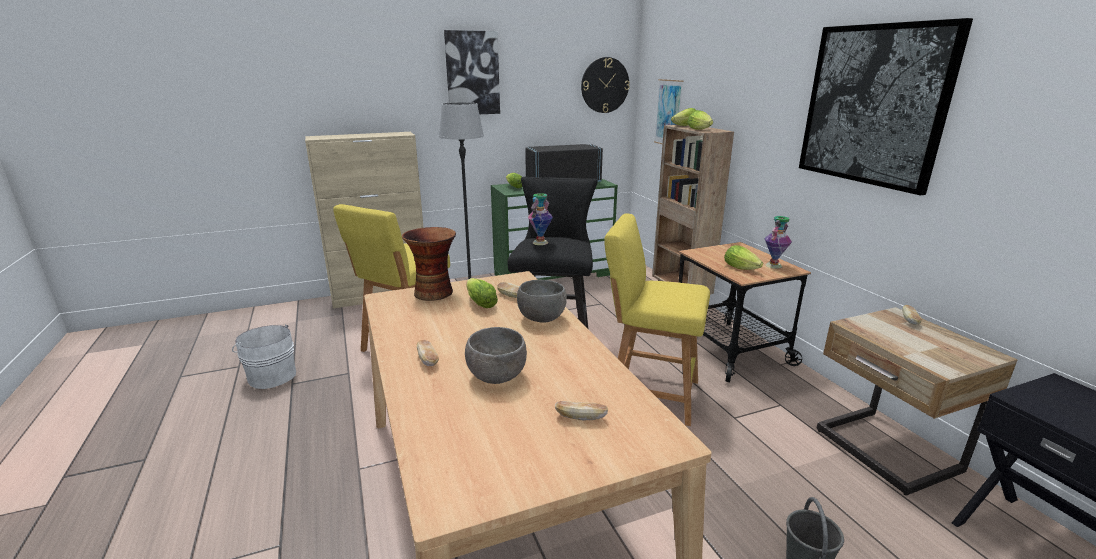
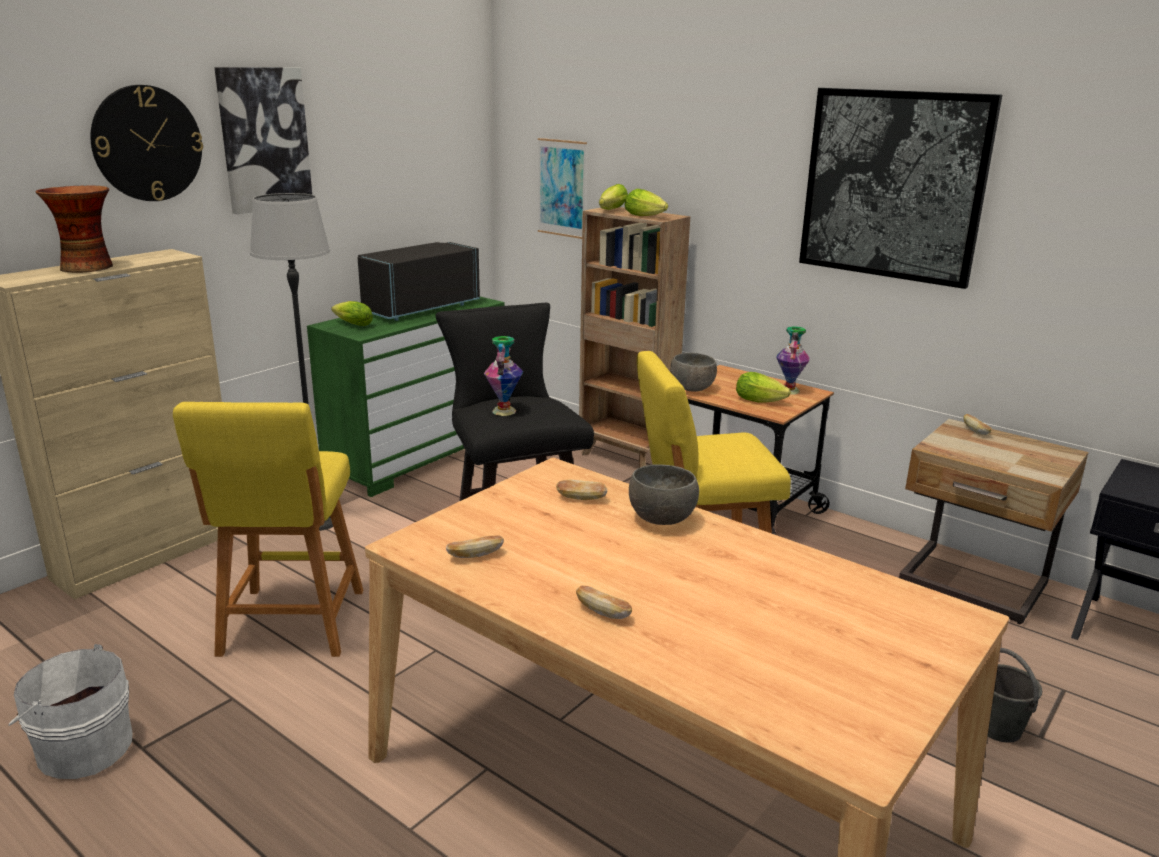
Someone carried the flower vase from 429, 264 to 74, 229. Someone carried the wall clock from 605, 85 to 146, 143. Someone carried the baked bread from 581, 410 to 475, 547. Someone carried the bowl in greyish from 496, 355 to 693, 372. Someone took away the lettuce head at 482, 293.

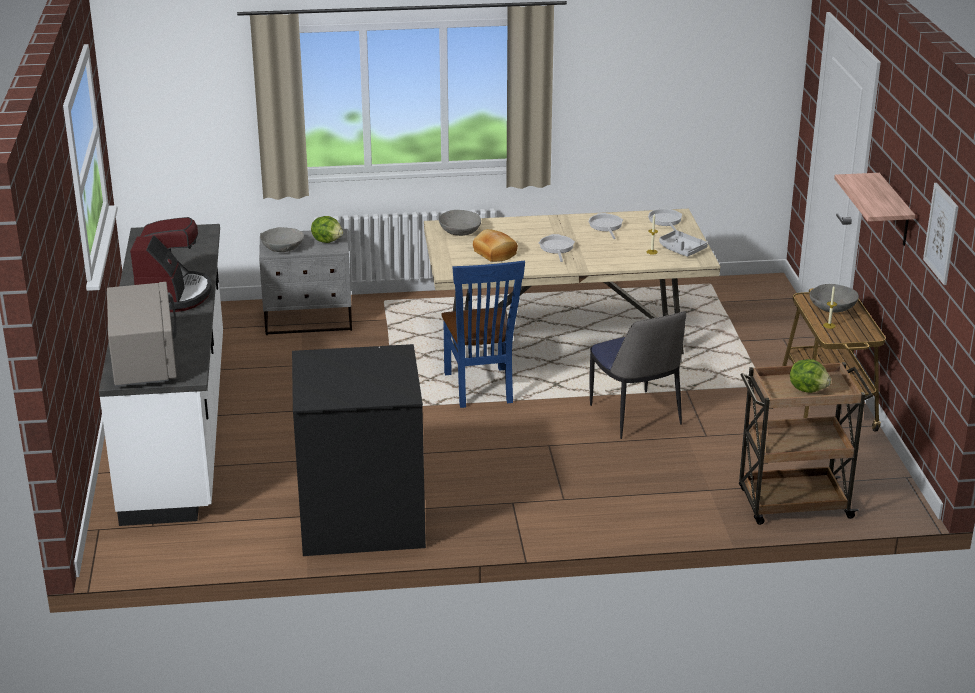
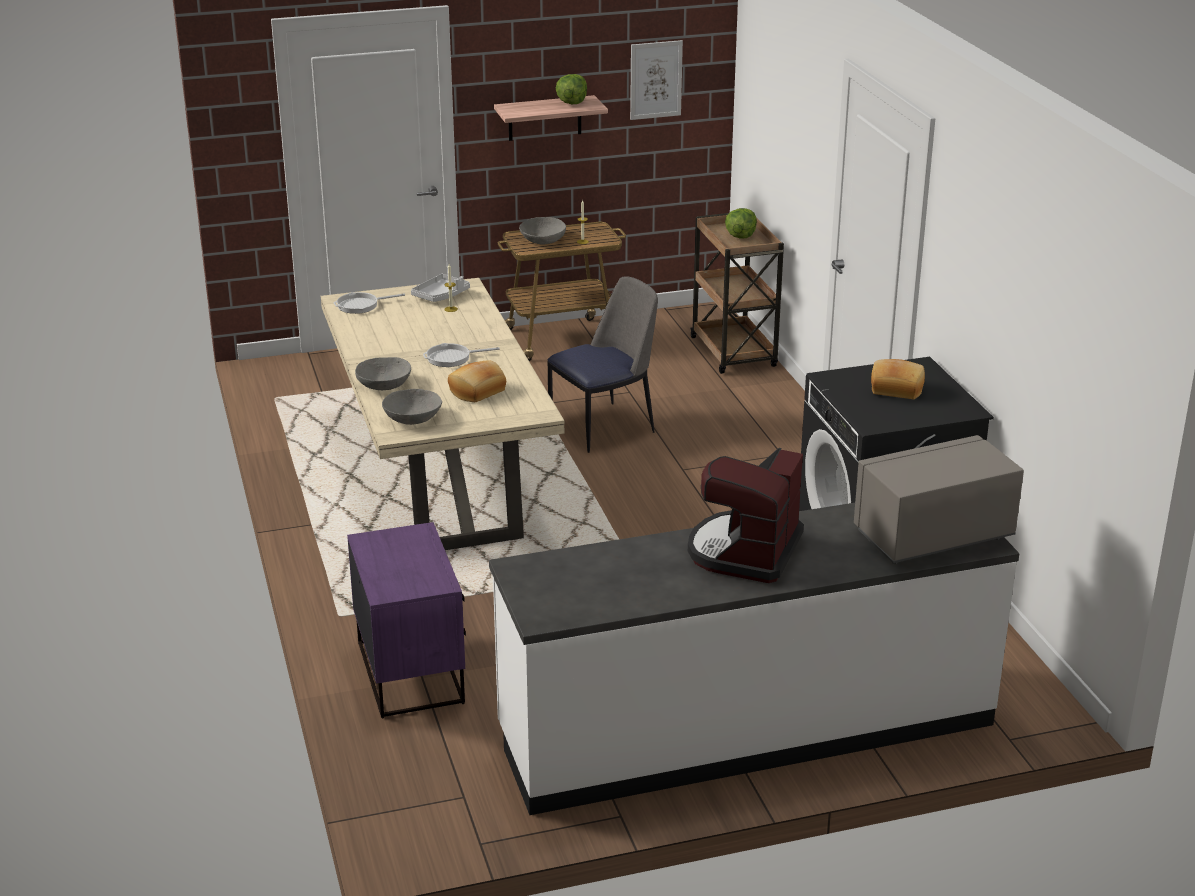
Someone repainted the night table in greyish at 305, 282, which became the night table in purplish at 406, 620. Someone carried the bowl in greyish from 282, 239 to 383, 373. Someone carried the lettuce head from 327, 229 to 571, 89. Someone rotated the coffee maker at 171, 264 by 60 degrees counterclockwise. Someone put down the baked bread at 898, 379. Someone took away the plain chair in bluish at 483, 334. Someone took away the skillet at 605, 226.

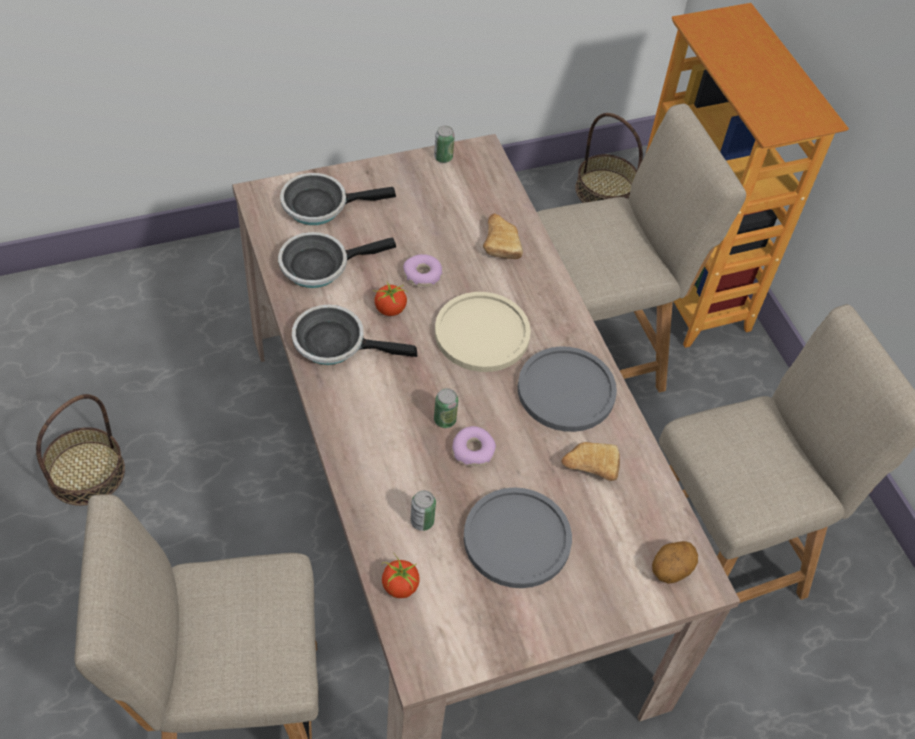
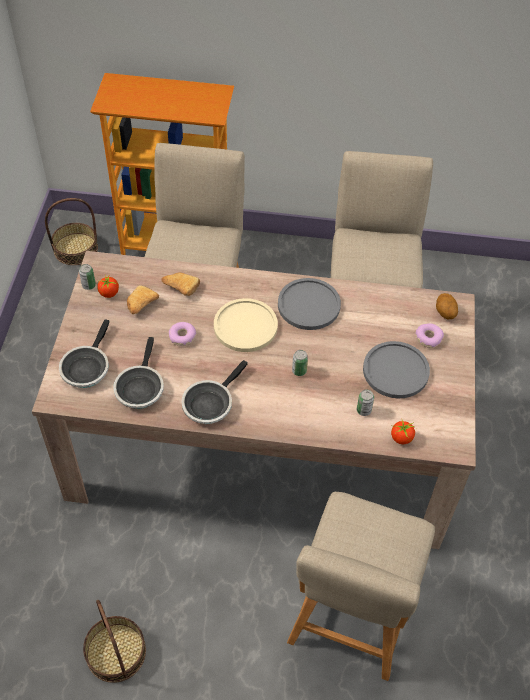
Someone carried the whole tomato from 389, 299 to 108, 286. Someone carried the baked bread from 590, 461 to 143, 299. Someone carried the ring doughnut from 474, 446 to 429, 335.

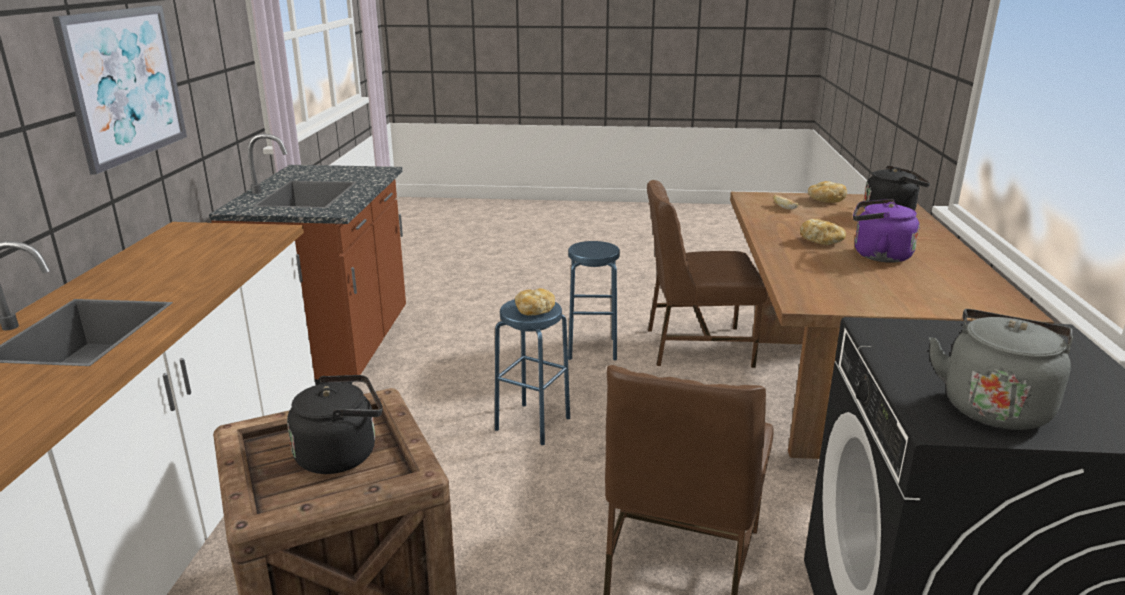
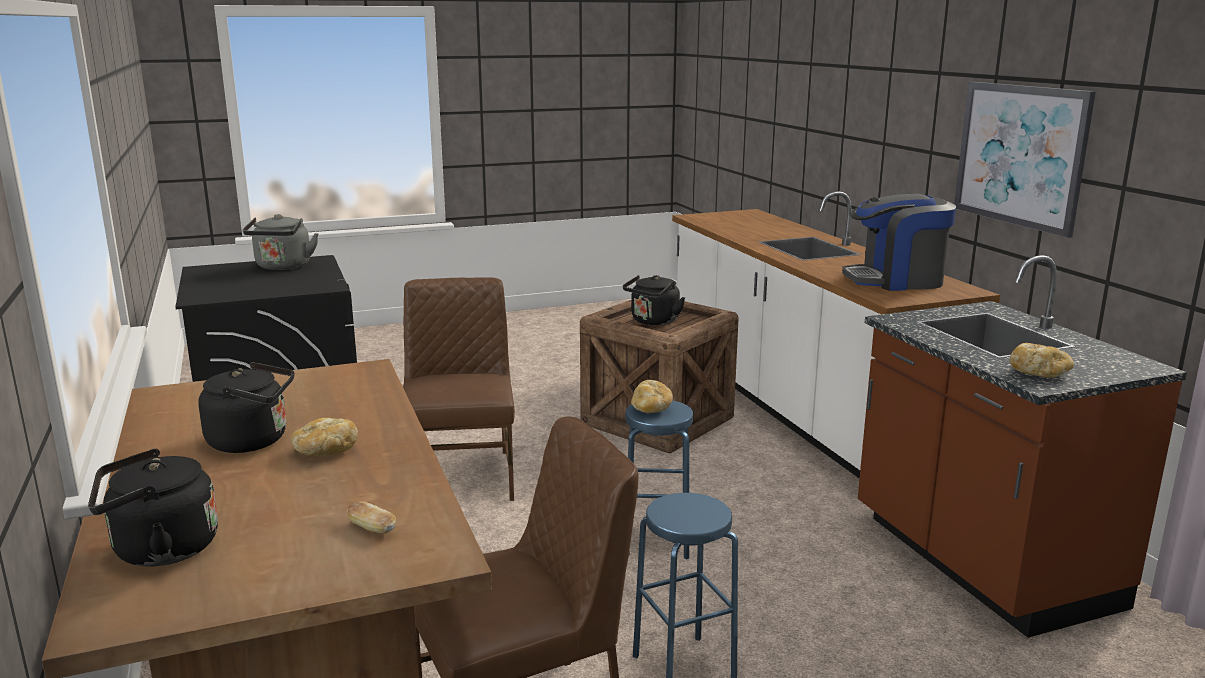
Someone repainted the tea kettle in purplish at 886, 231, which became the tea kettle in blackish at 246, 407. Someone put down the coffee maker at 899, 242. Someone carried the baked bread from 827, 192 to 1042, 360.

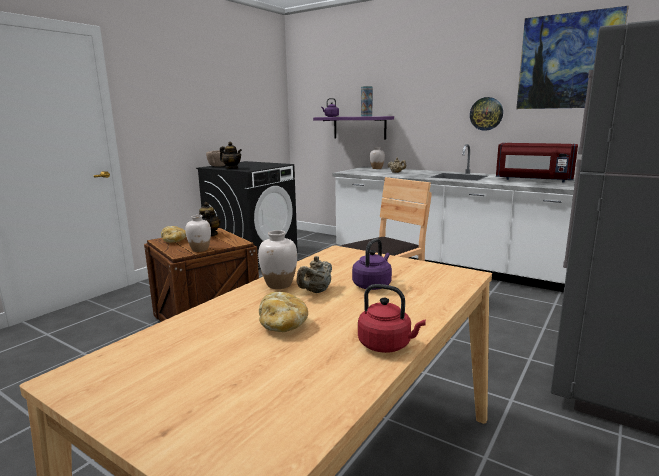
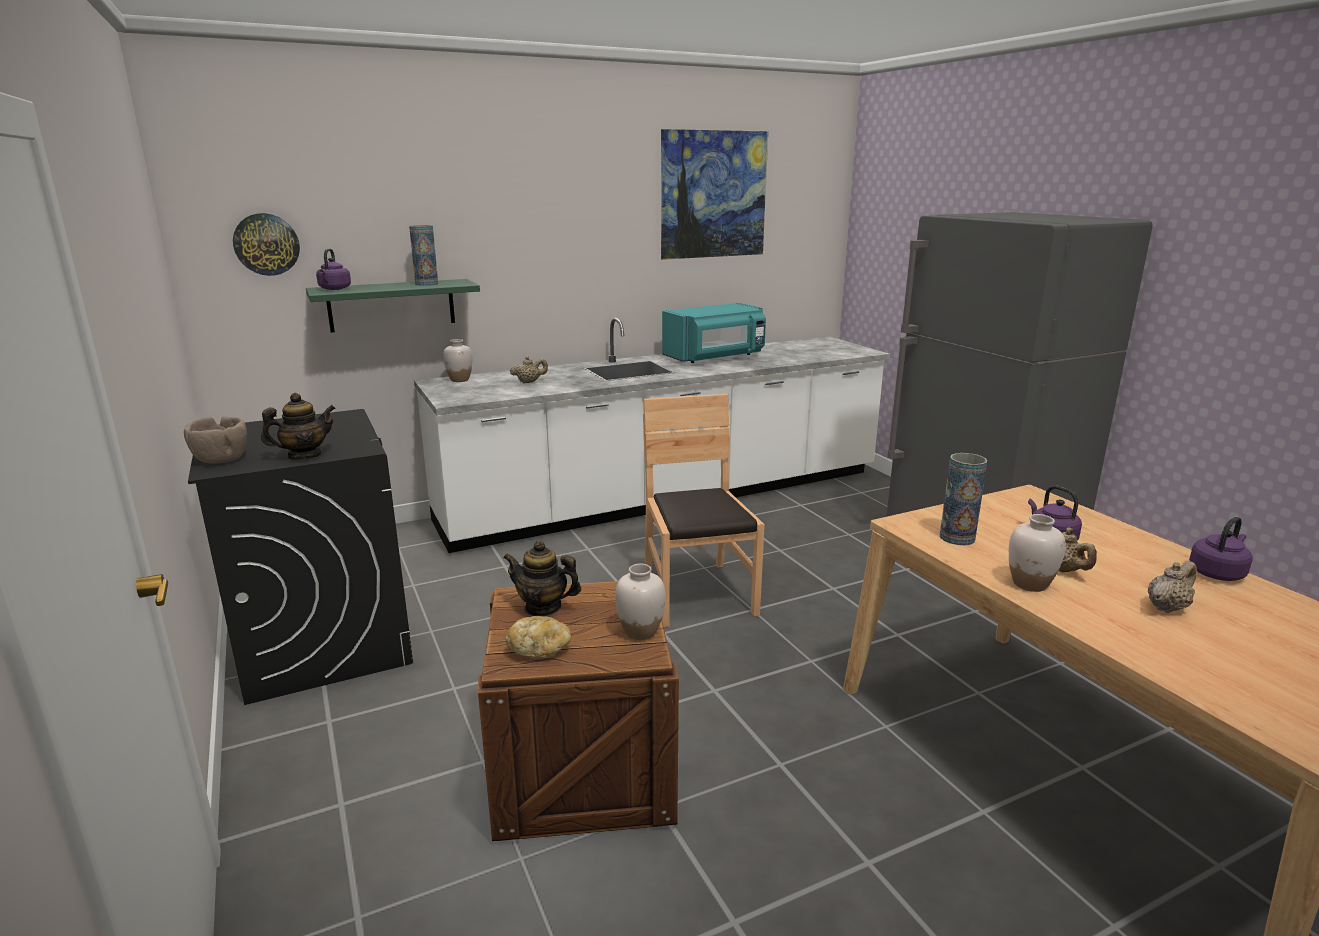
Someone carried the wall clock from 486, 114 to 266, 244. Someone repainted the shelf in purplish at 353, 127, which became the shelf in green at 393, 306. Someone repainted the microwave oven in red-coloured at 537, 162, which became the microwave oven in blue-green at 714, 333. Someone put down the flower vase at 964, 499. Someone swapped the baked bread at 283, 312 for the pot for tea in beige-coloured at 1172, 587. Someone repainted the tea kettle in red-coloured at 392, 318, which became the tea kettle in purplish at 1221, 549.

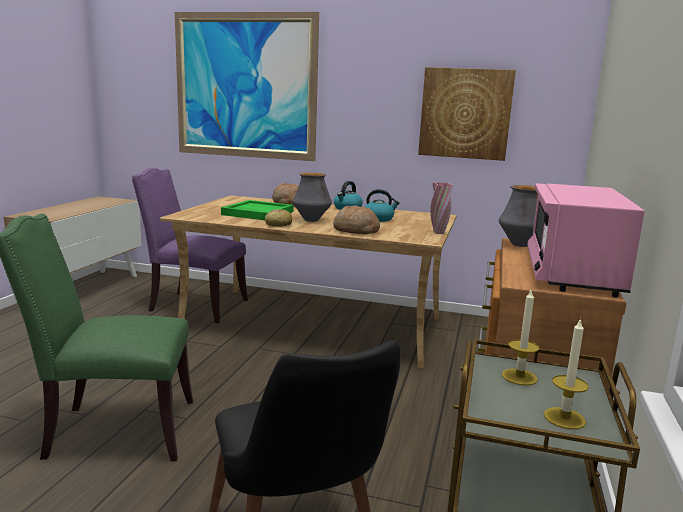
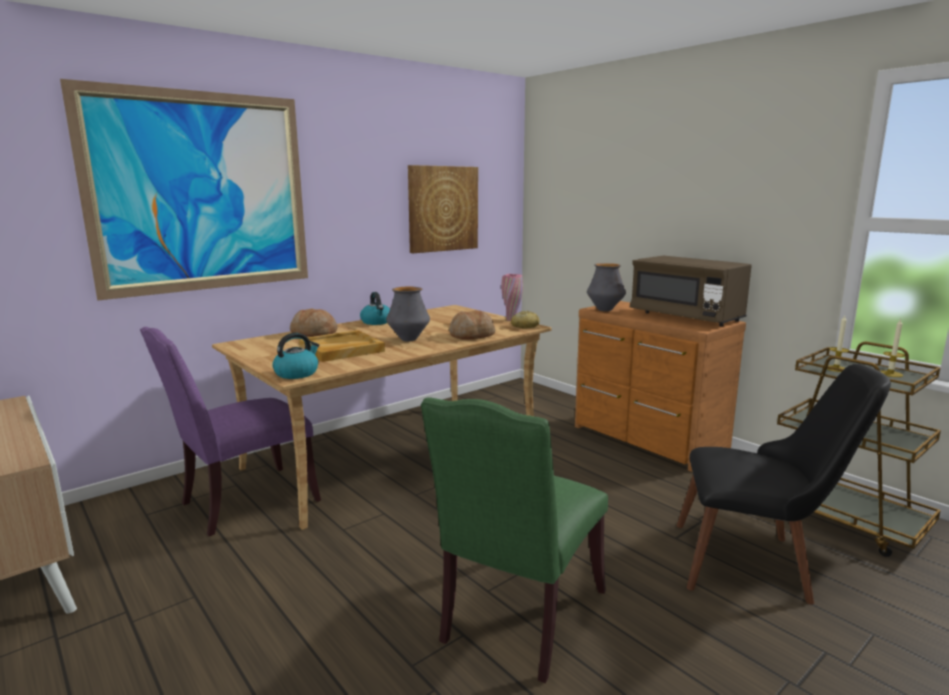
Someone carried the tea kettle from 382, 205 to 295, 356. Someone repainted the serving tray in green at 257, 210, which became the serving tray in beige-coloured at 342, 346. Someone carried the baked bread from 278, 218 to 525, 320. Someone repainted the microwave oven in pink at 585, 240, which became the microwave oven in brown at 691, 291.

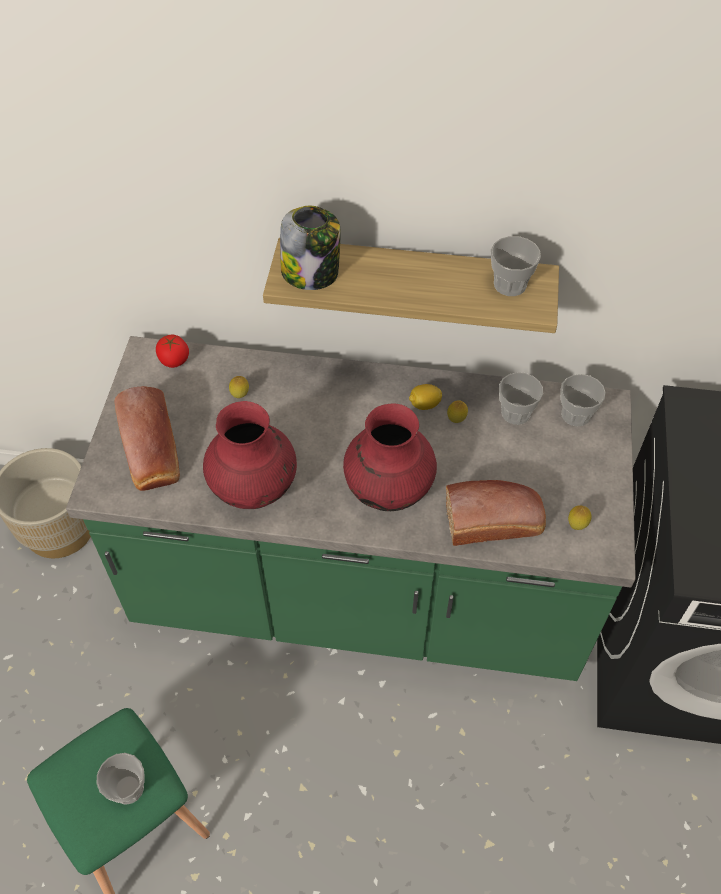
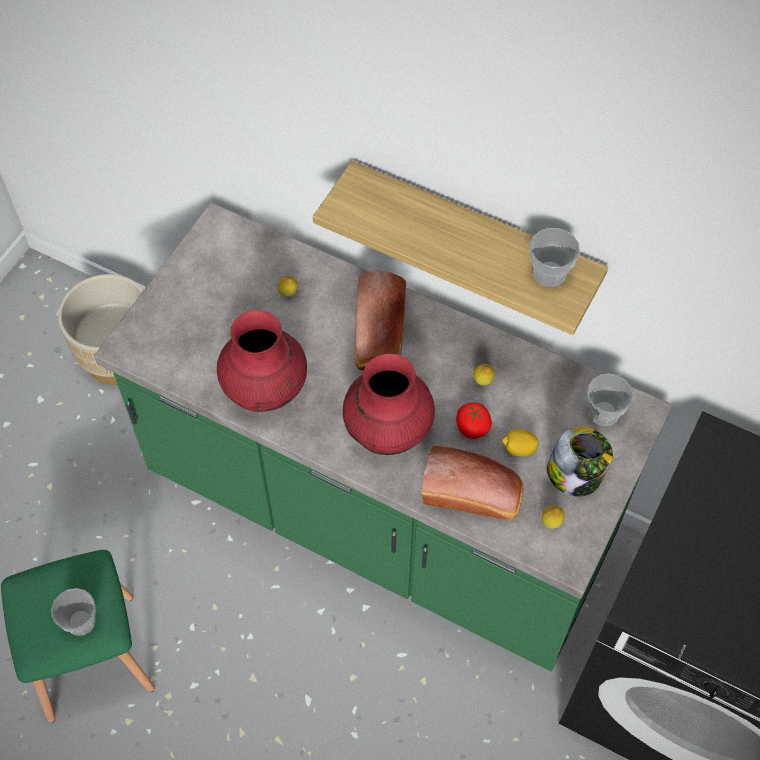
Someone carried the baked bread from 147, 438 to 380, 320. Someone carried the whole tomato from 172, 351 to 474, 420. Someone carried the lemon from 425, 397 to 520, 443. Someone carried the jar from 310, 248 to 580, 462. Someone took away the small cup at 521, 398.

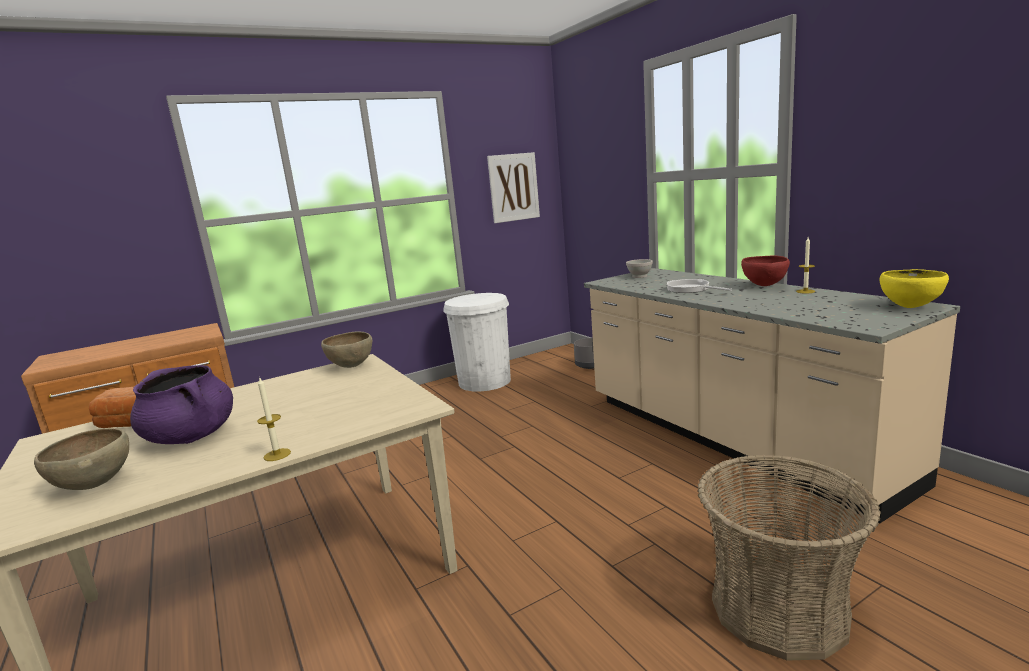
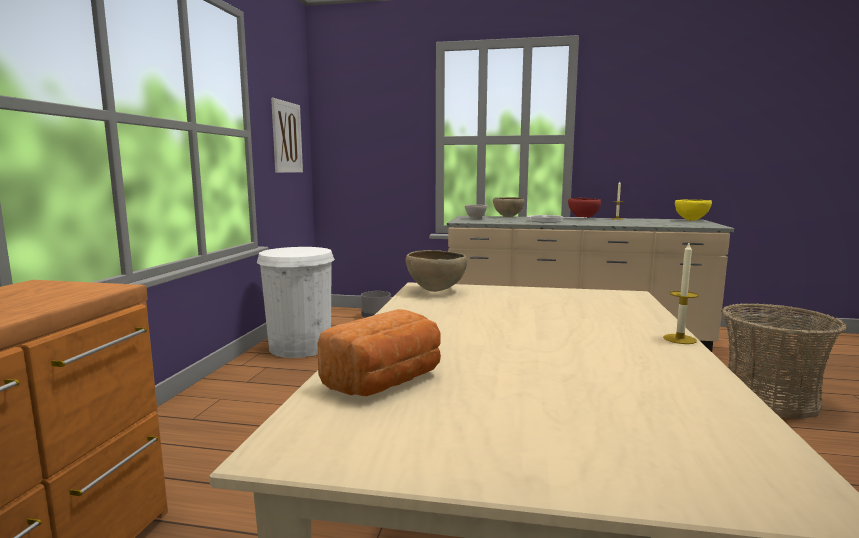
Someone carried the bowl in brown from 81, 459 to 508, 207. Someone took away the stockpot in purplish at 181, 404.

